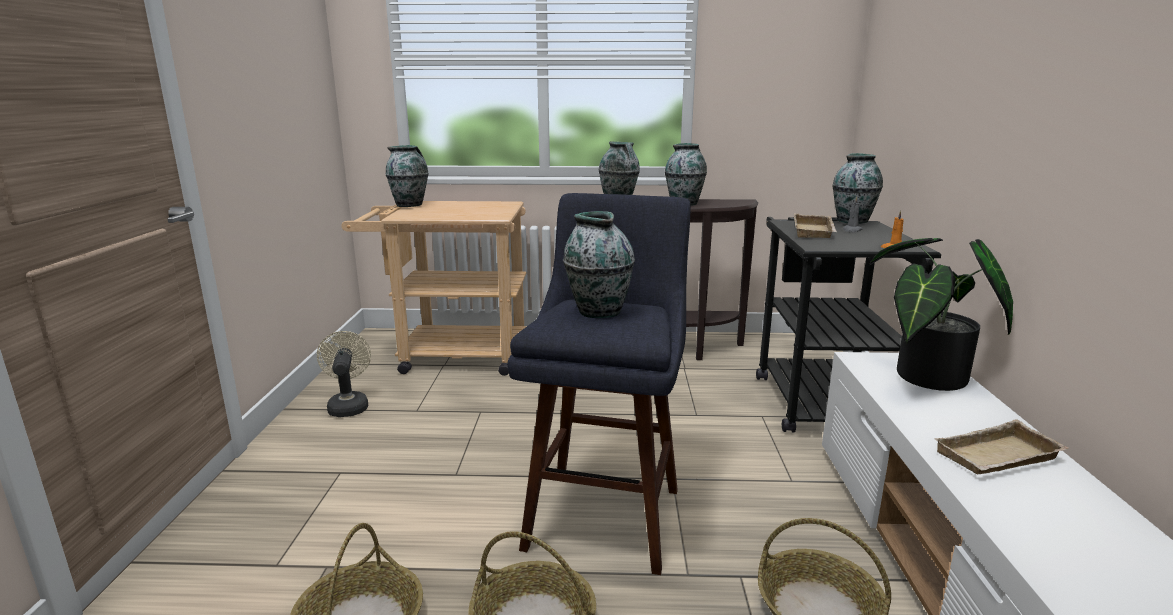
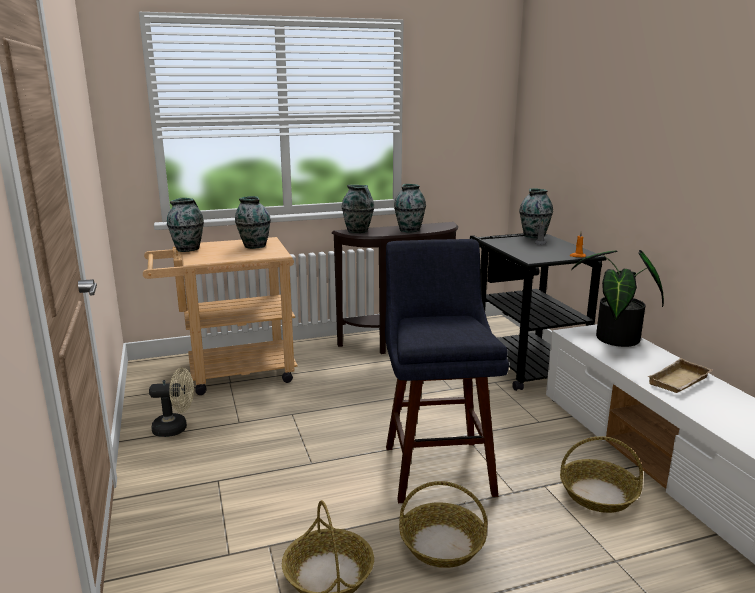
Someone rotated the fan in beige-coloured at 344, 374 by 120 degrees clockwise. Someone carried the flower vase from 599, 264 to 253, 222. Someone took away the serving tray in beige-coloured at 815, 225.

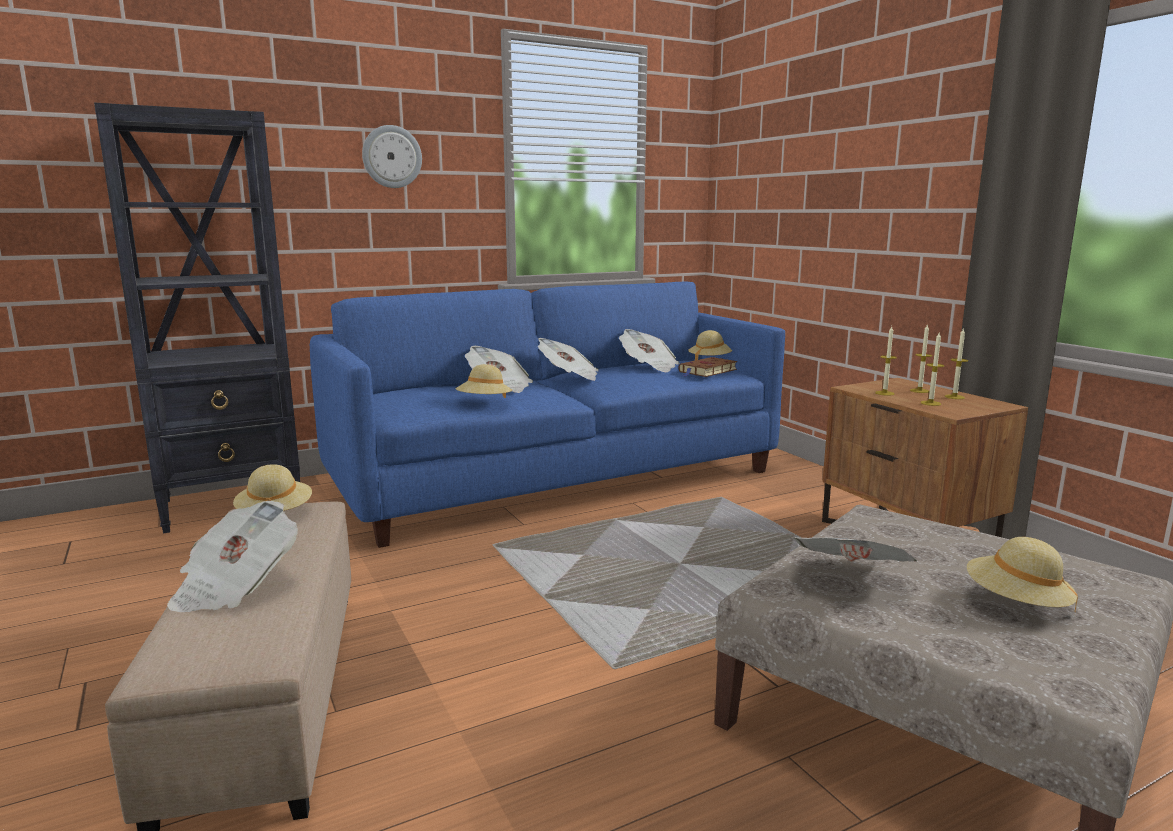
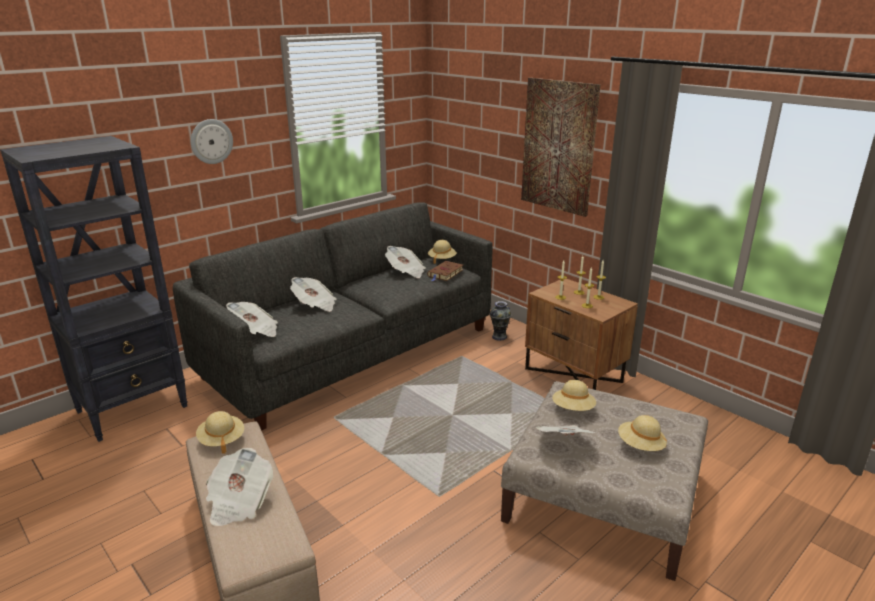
Someone repainted the settee in bluish at 547, 415, which became the settee in greyish at 333, 316. Someone carried the newspaper from 568, 359 to 252, 319. Someone put down the flower vase at 500, 321. Someone put up the wall picture at 560, 147. Someone carried the wearable hat in beige-coloured from 484, 381 to 574, 395.

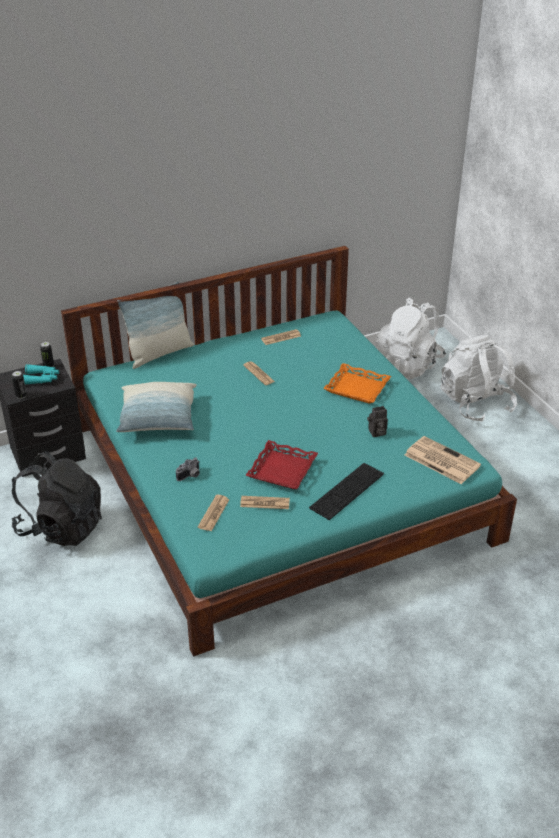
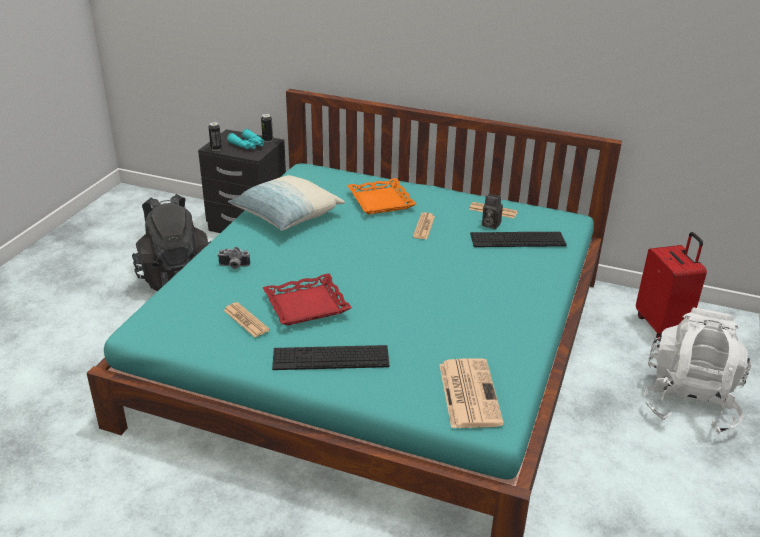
Someone carried the serving tray in orange-coloured from 357, 383 to 381, 196. Someone put down the PC keyboard at 518, 239. Someone carried the still camera from 377, 421 to 492, 211. Someone swapped the backpack in white-coloured at 410, 338 for the travel case in red-coloured at 671, 286. Someone took away the cushion at 155, 325. Someone took away the newspaper at 214, 513.

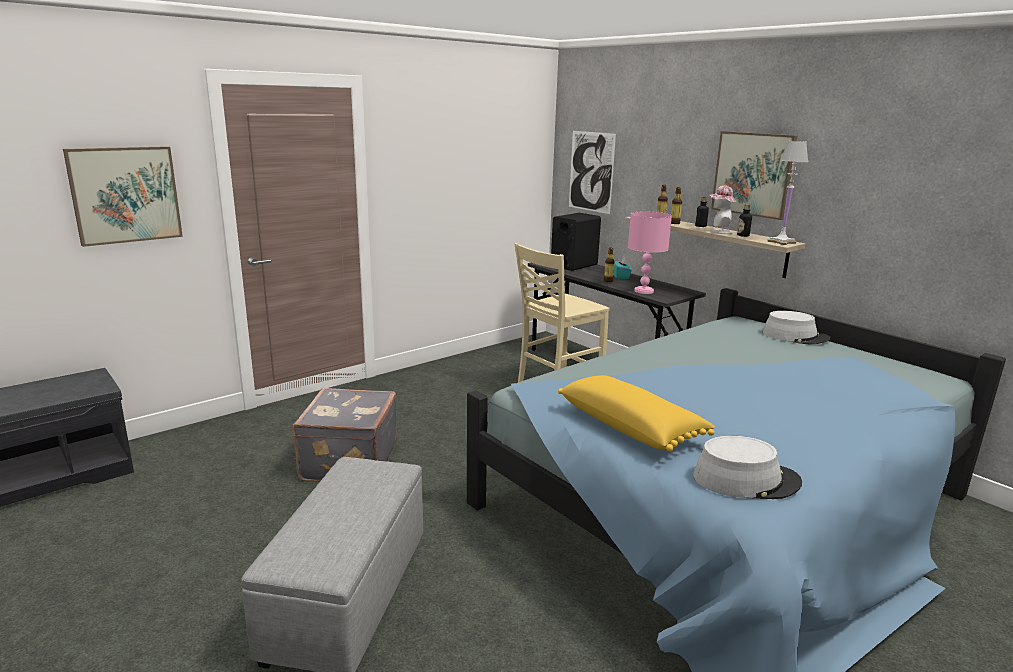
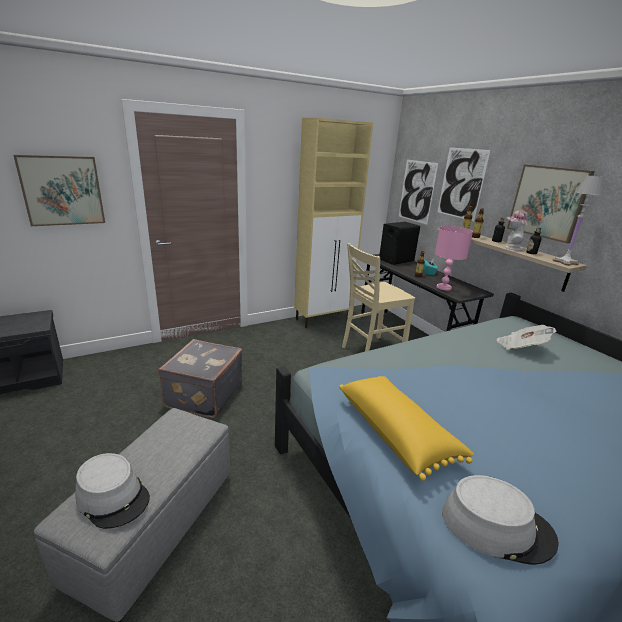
Someone carried the wearable hat in greyish from 797, 328 to 113, 491. Someone put down the storage cabinet in beige-coloured at 333, 223. Someone put up the wall picture at 464, 184. Someone put down the newspaper at 526, 337.

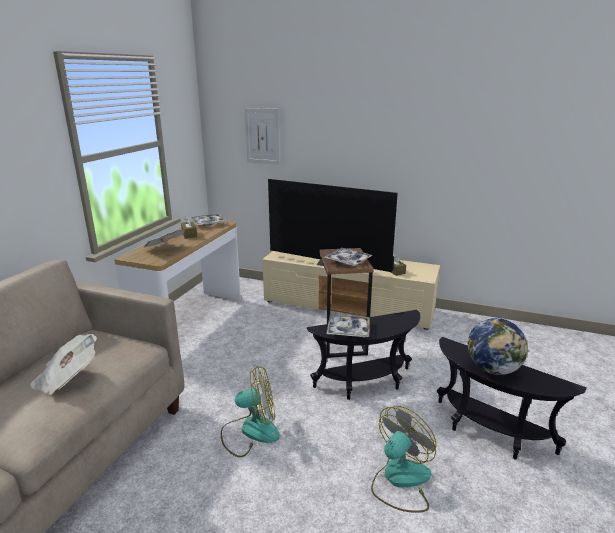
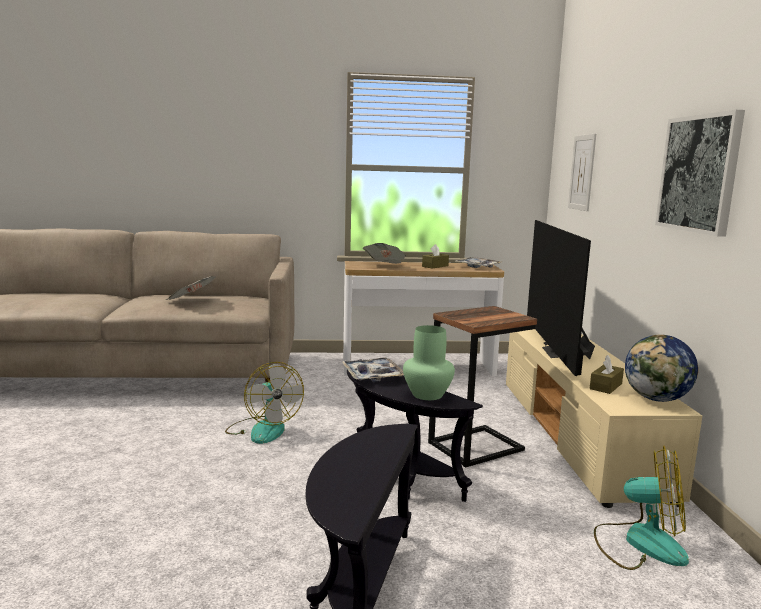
Someone put down the flower vase in green at 429, 362. Someone carried the fan from 403, 459 to 641, 508. Someone carried the world globe from 498, 346 to 661, 368. Someone put up the wall picture at 700, 173. Someone took away the serving tray at 348, 257.

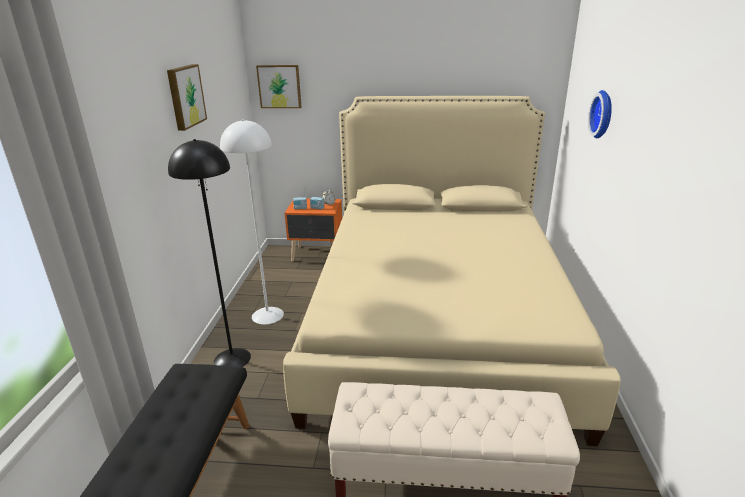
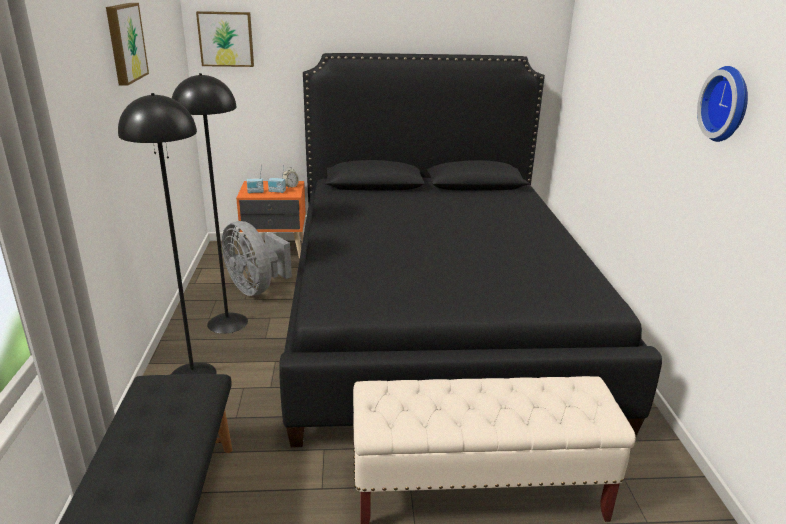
Someone repainted the standard lamp in white-coloured at 252, 222, which became the standard lamp in blackish at 210, 203. Someone put down the fan in greyish at 257, 258. Someone repainted the bed in beige-coloured at 452, 271, which became the bed in blackish at 470, 250. Someone carried the wall clock from 600, 114 to 722, 104.

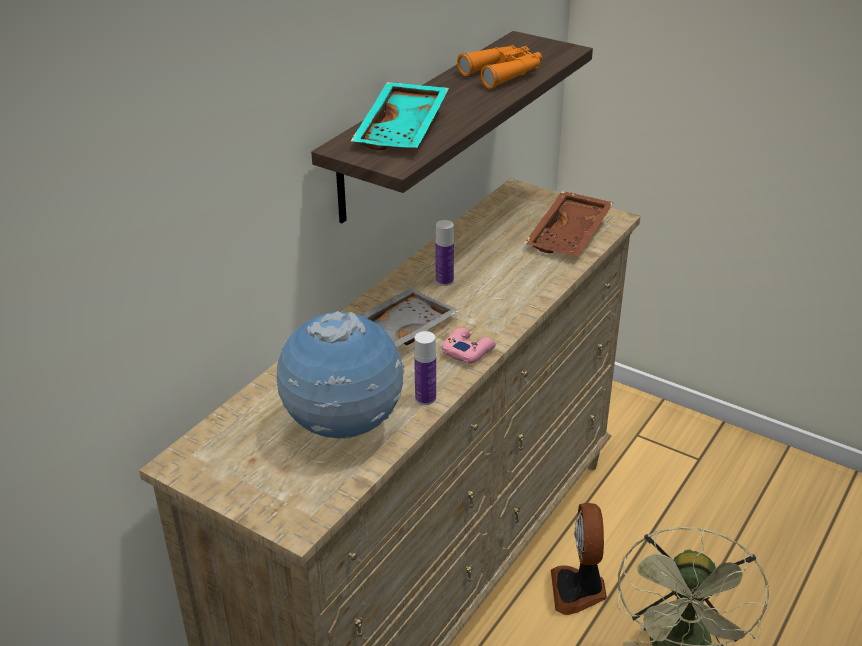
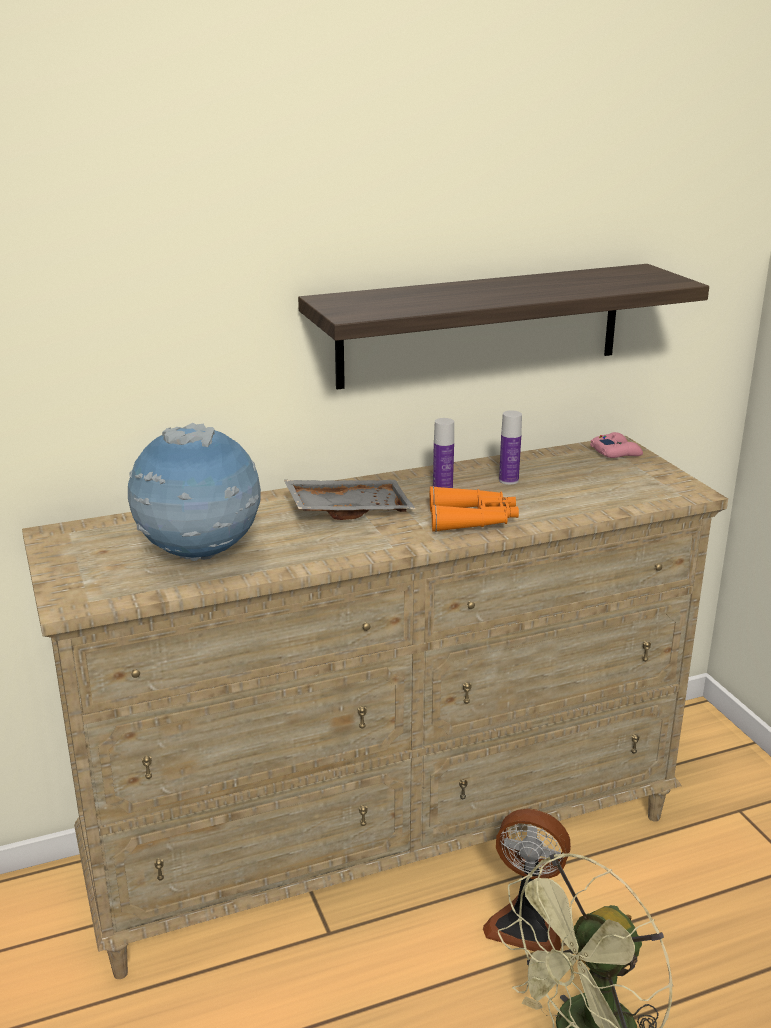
Someone carried the field glasses in orange-coloured from 499, 66 to 474, 509. Someone rotated the fan at 579, 559 by 105 degrees counterclockwise. Someone carried the drink bottle from 425, 368 to 510, 448. Someone carried the gamepad in pink from 469, 346 to 616, 445. Someone took away the serving tray in blue-green at 400, 116. Someone took away the serving tray in brown at 568, 223.

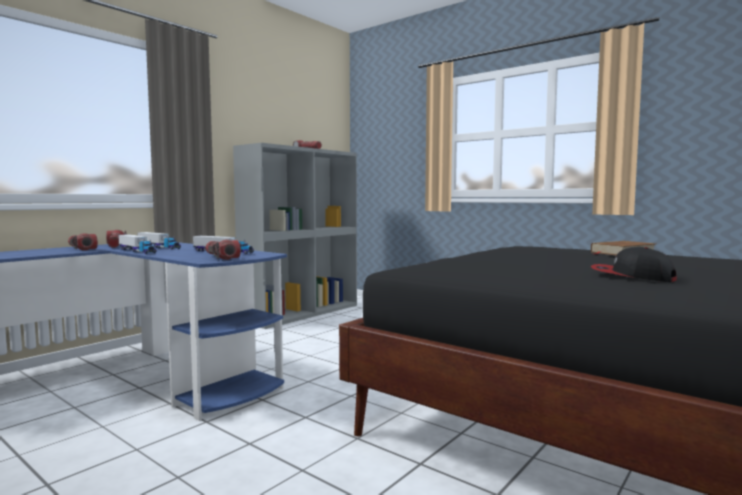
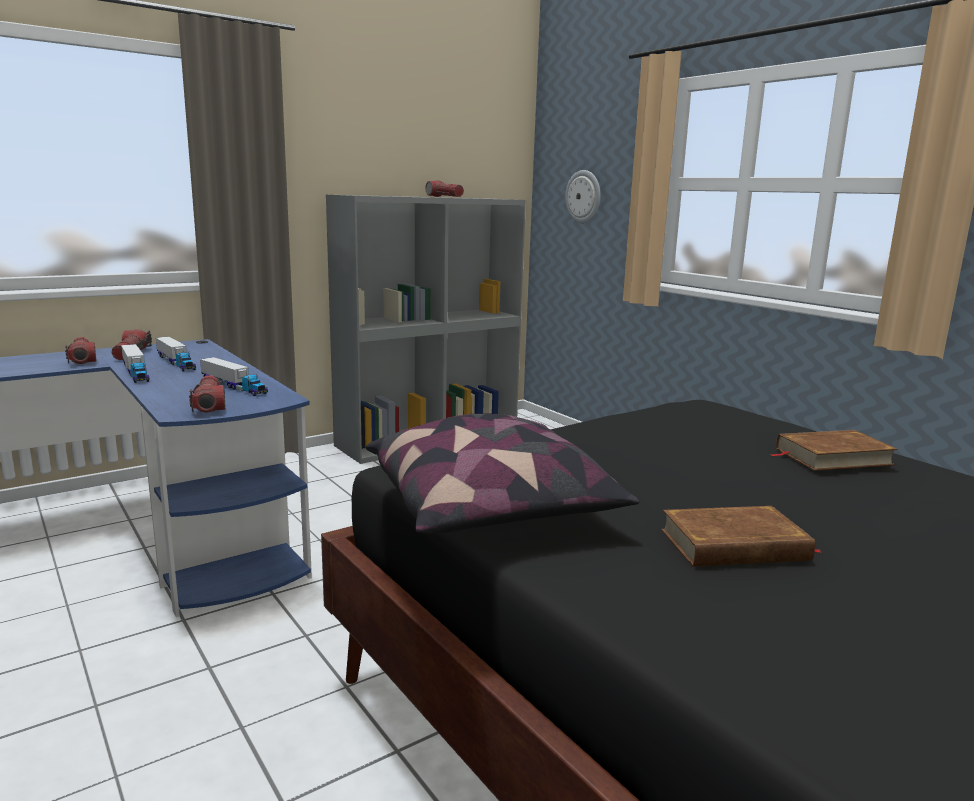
Someone put down the cushion at 502, 474. Someone put up the wall clock at 583, 196. Someone swapped the baseball cap at 634, 264 for the book in brown at 741, 536.

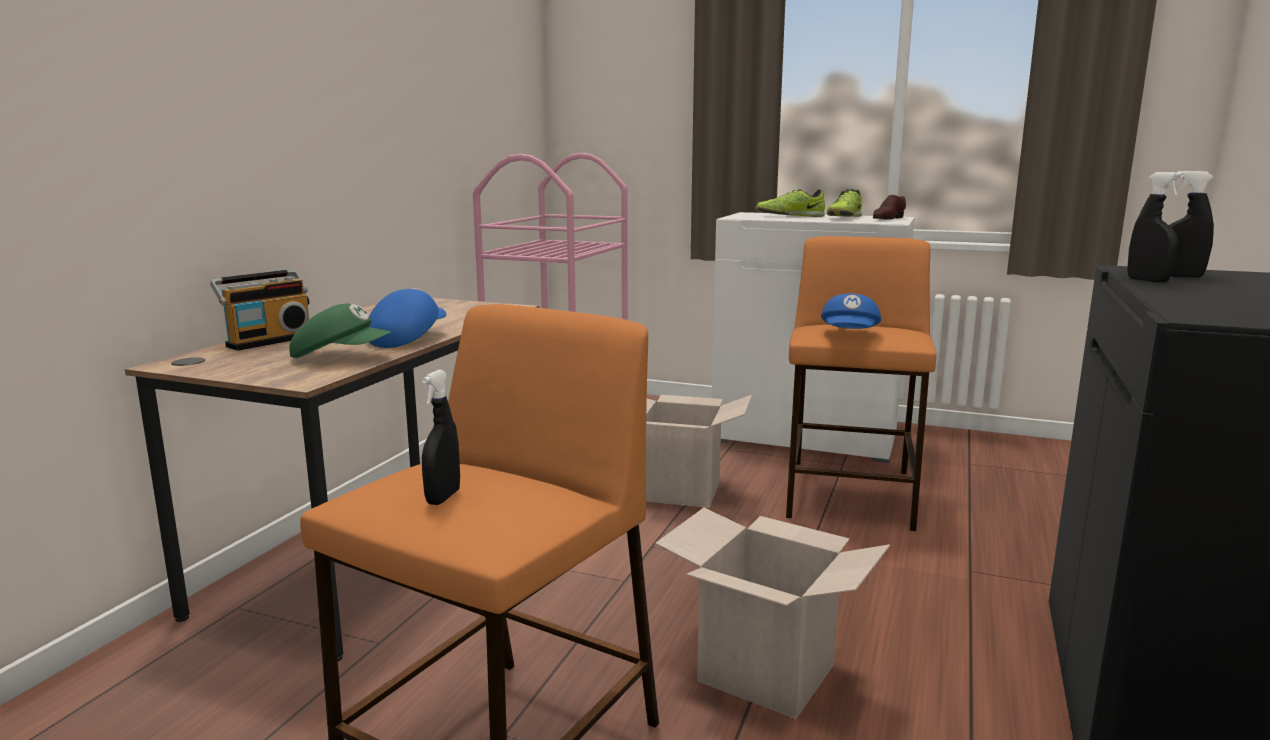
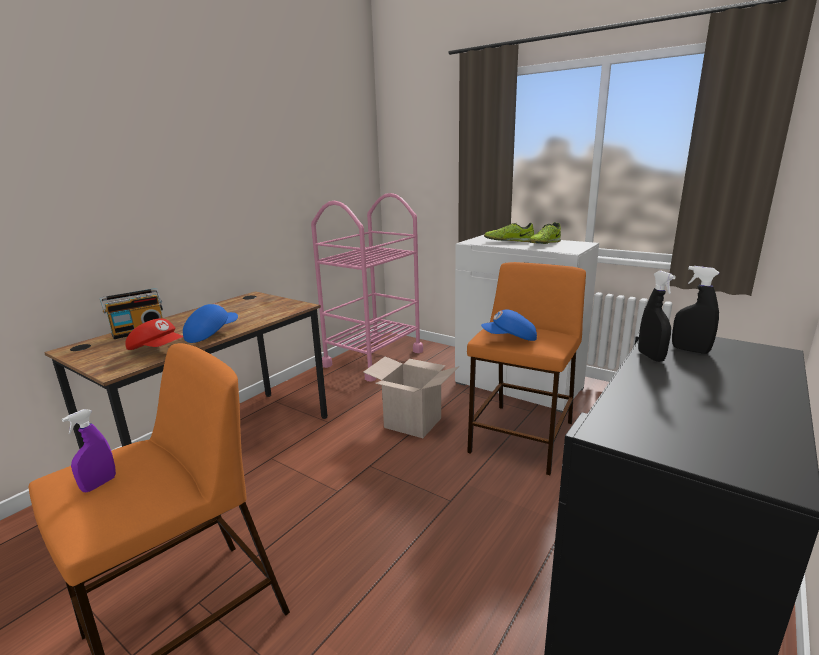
Someone repainted the spray bottle in blackish at 441, 437, which became the spray bottle in purplish at 89, 450. Someone repainted the baseball cap in green at 340, 331, which became the baseball cap in red-coloured at 154, 334. Someone rotated the baseball cap in bluish at 851, 311 by 60 degrees clockwise. Someone took away the carton at 772, 613. Someone took away the shoe in brown at 889, 207.

